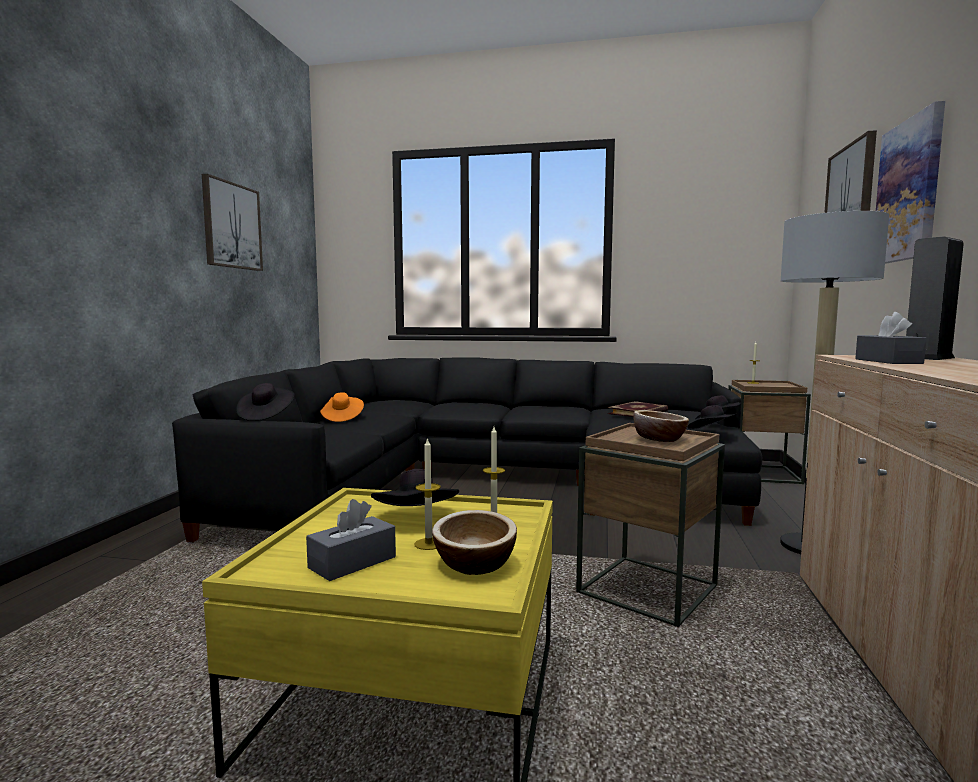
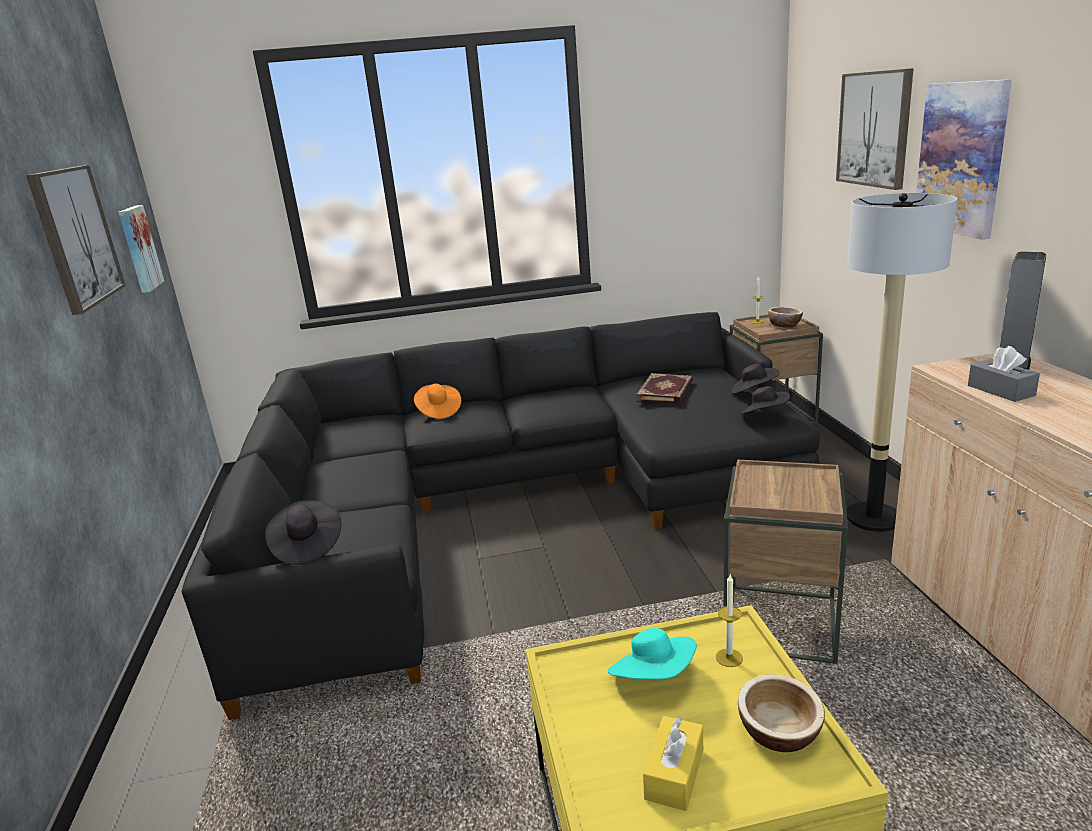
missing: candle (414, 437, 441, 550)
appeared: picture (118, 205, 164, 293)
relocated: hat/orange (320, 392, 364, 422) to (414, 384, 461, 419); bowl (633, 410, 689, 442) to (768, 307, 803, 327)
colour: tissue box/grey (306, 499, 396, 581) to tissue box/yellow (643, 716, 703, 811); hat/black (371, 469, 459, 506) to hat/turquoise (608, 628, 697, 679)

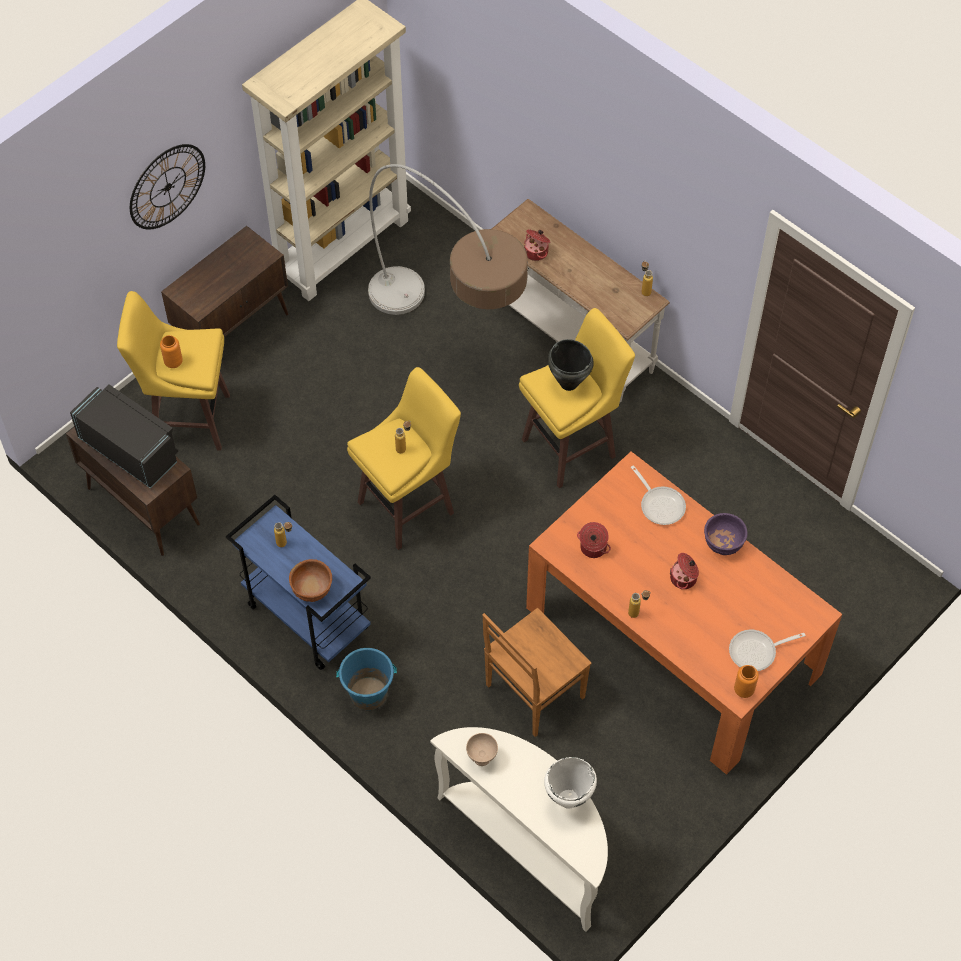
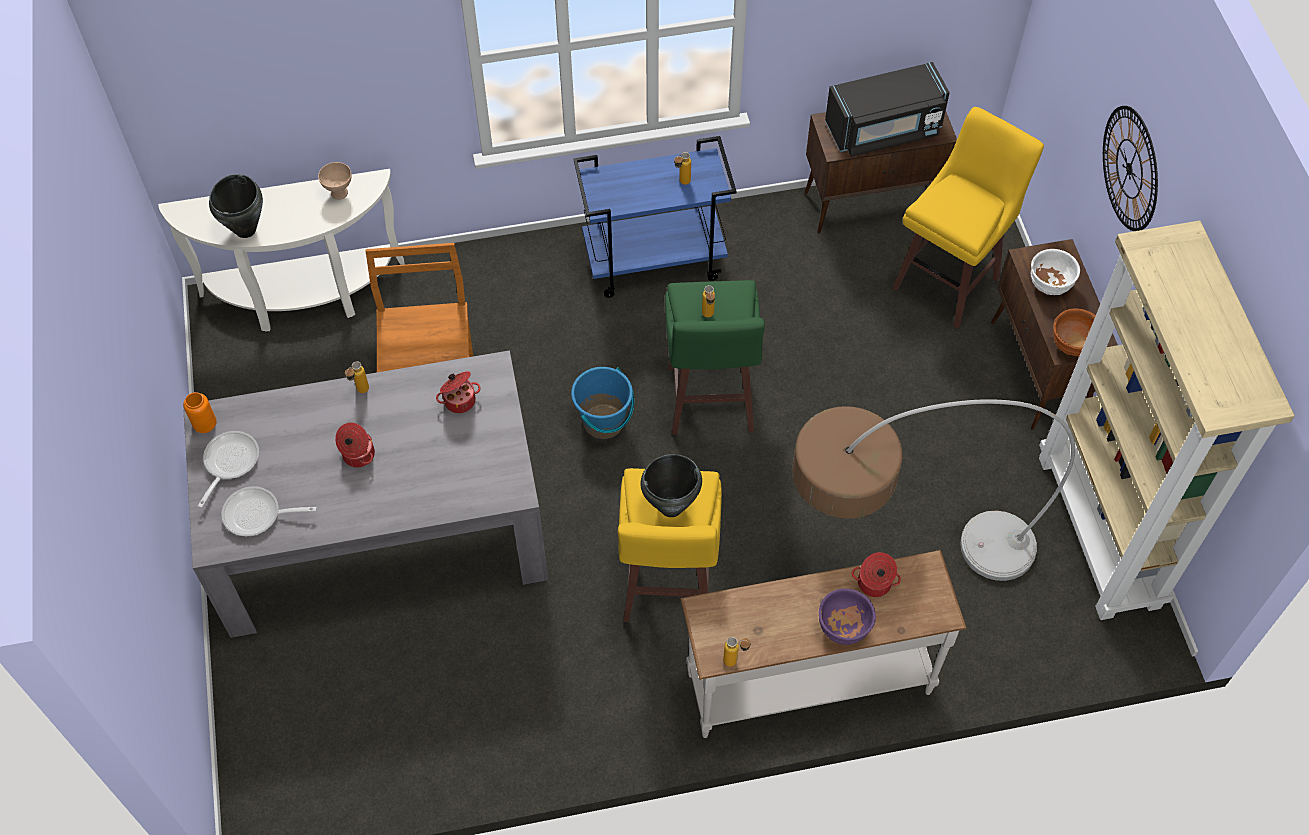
missing: vase/orange (160, 335, 183, 368)
appeared: bowl/white (1031, 249, 1080, 295)
relocated: bowl/brown (289, 559, 332, 602) to (1053, 308, 1096, 356); bucket/blue (336, 648, 397, 710) to (571, 367, 634, 439); frying pan (631, 465, 686, 525) to (221, 486, 317, 536); bowl/purple (704, 513, 747, 555) to (819, 588, 876, 645)
colour: stool/yellow (347, 367, 461, 550) to stool/green (665, 280, 765, 435); dining table/orange (526, 451, 842, 775) to dining table/grey (183, 350, 548, 638); cooking pot/white (544, 757, 597, 809) to cooking pot/black (209, 174, 263, 238)

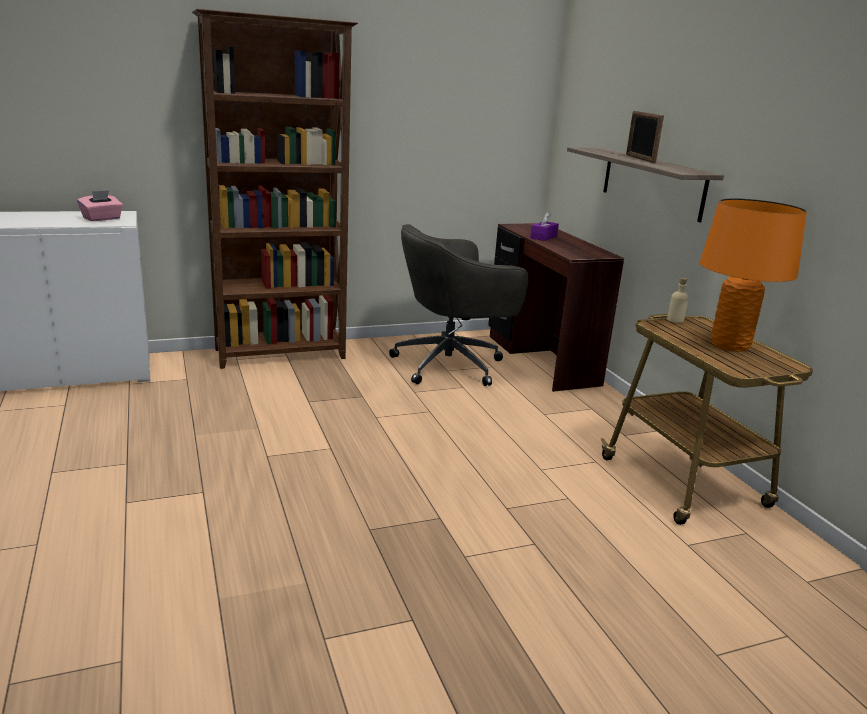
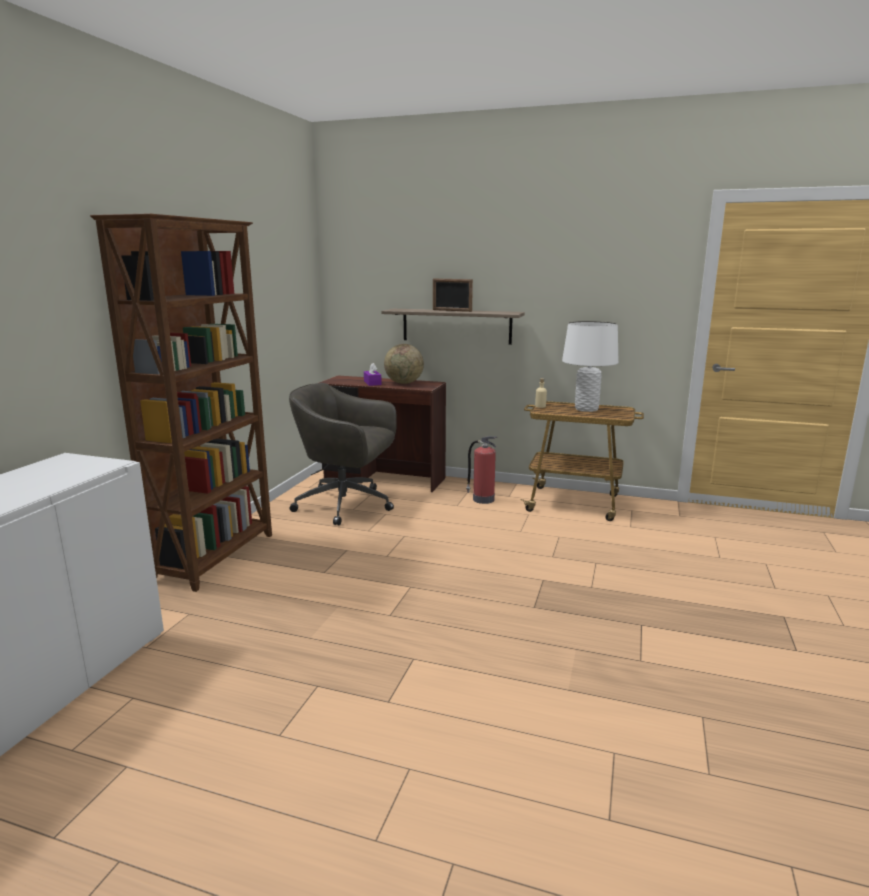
missing: tissue box/pink (77, 190, 123, 221)
appeared: globe (384, 344, 424, 384); fire extinguisher (466, 437, 498, 504)
colour: table lamp/orange (700, 198, 807, 352) to table lamp/white (562, 321, 619, 412)
spun: office chair/grey (389, 224, 528, 386) = (289, 383, 397, 525) 90 degrees clockwise

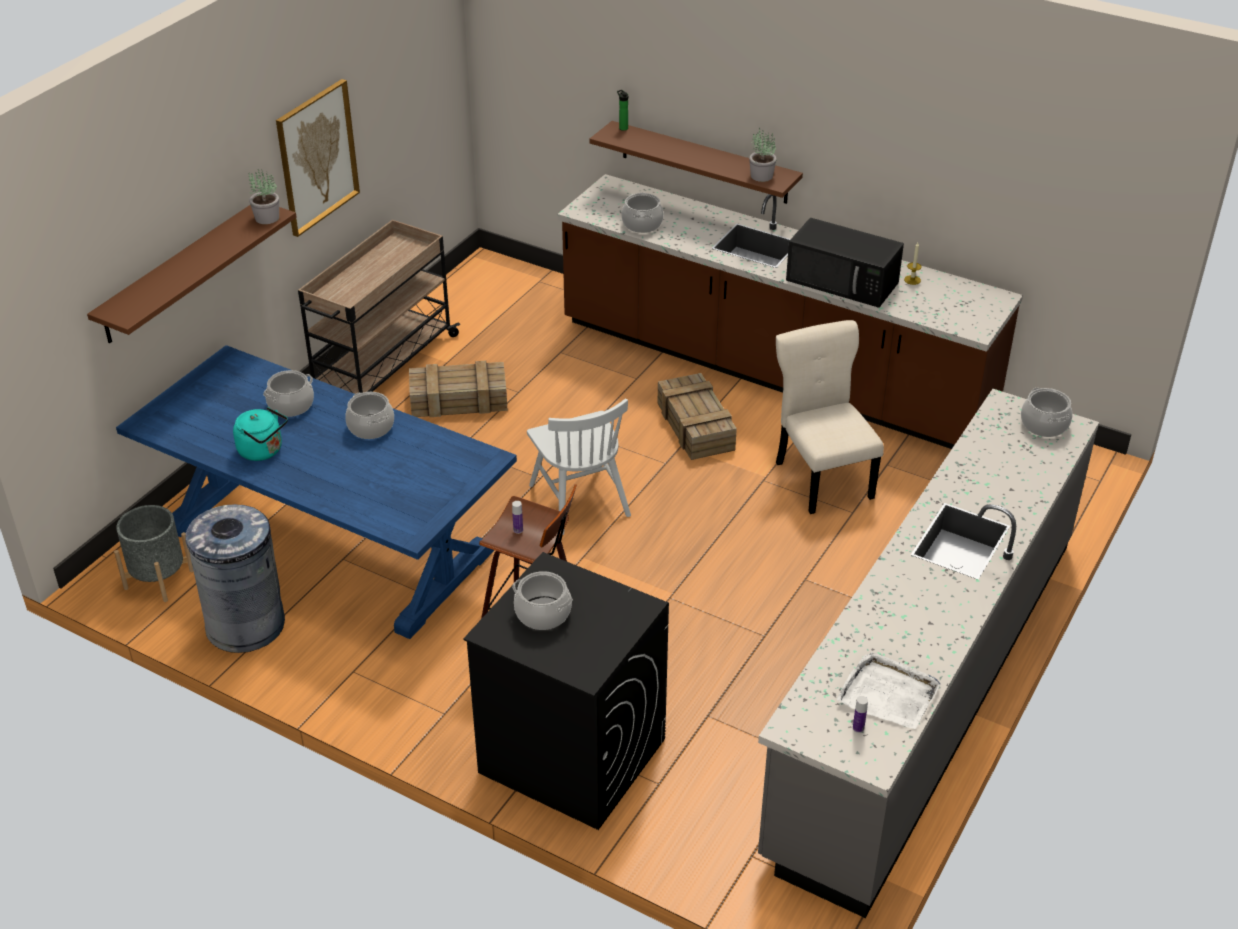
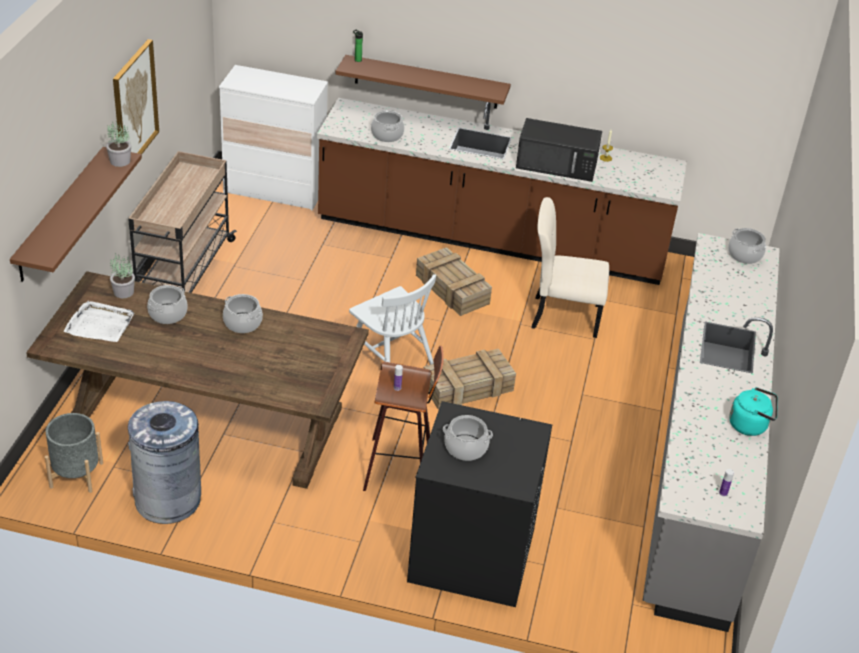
appeared: dresser/white (219, 65, 328, 211)
relocated: kettle/turquoise (233, 407, 288, 461) to (729, 387, 778, 436); crate (409, 361, 508, 417) to (424, 349, 516, 410); potted plant (749, 128, 777, 182) to (110, 253, 135, 298); tray/white (837, 652, 940, 729) to (64, 301, 134, 342)
colour: dining table/blue (116, 345, 517, 639) to dining table/brown (26, 271, 369, 489)
spun: chair/beige (776, 320, 884, 514) = (531, 197, 609, 338) 45 degrees counterclockwise

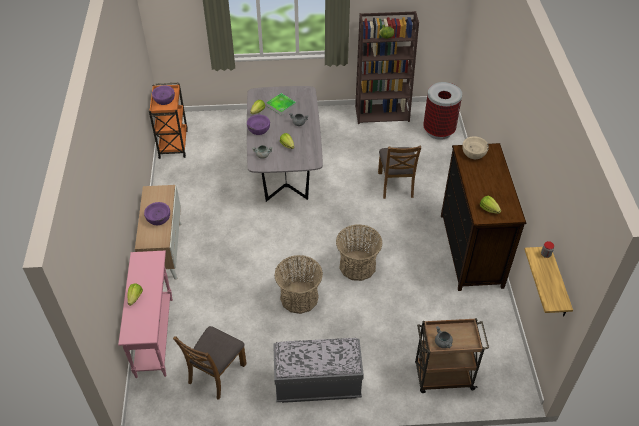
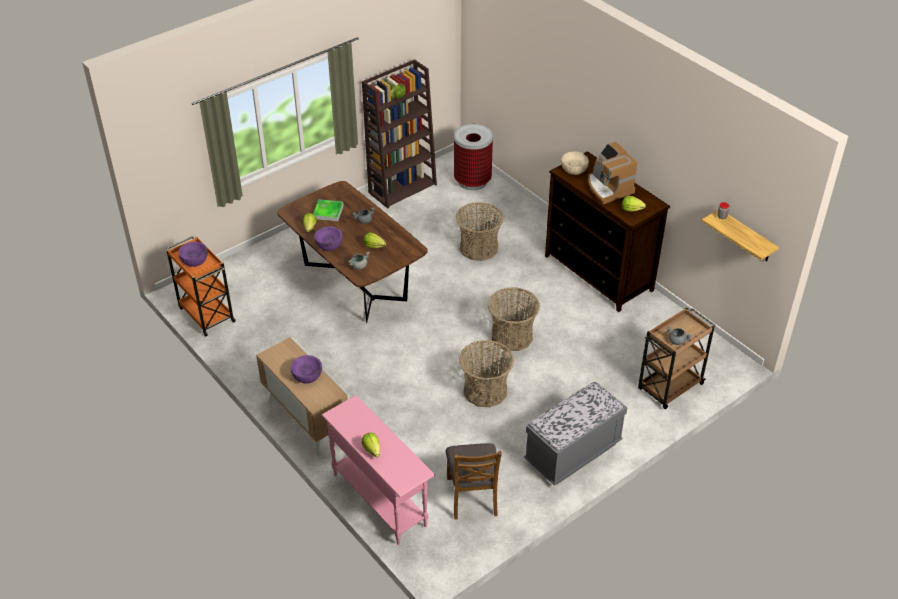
appeared: coffee machine (588, 142, 637, 204)
exchanged: chair/brown (378, 146, 421, 199) to basket (456, 202, 504, 261)
colour: dining table/grey (247, 86, 323, 202) to dining table/brown (277, 181, 428, 323)

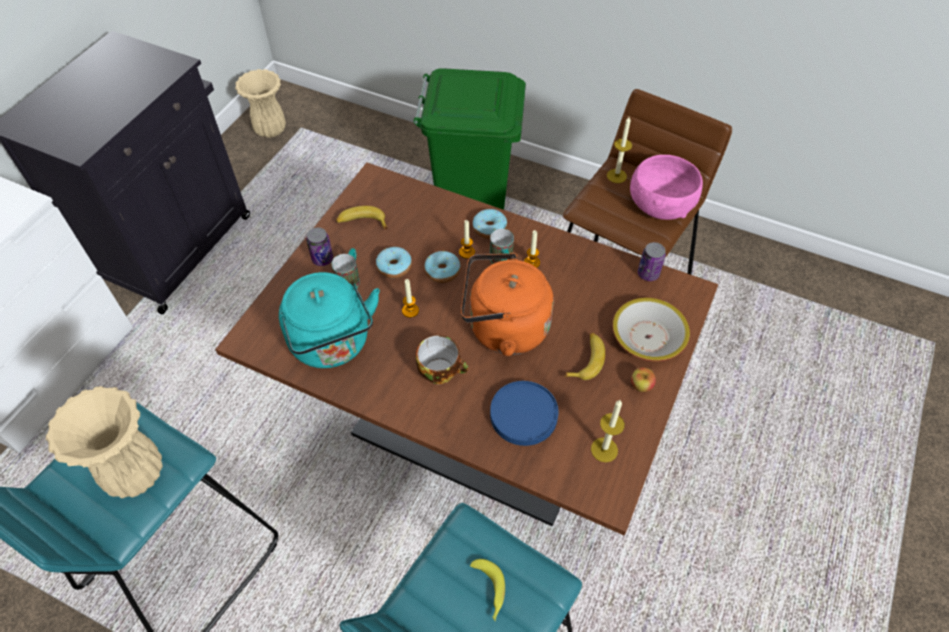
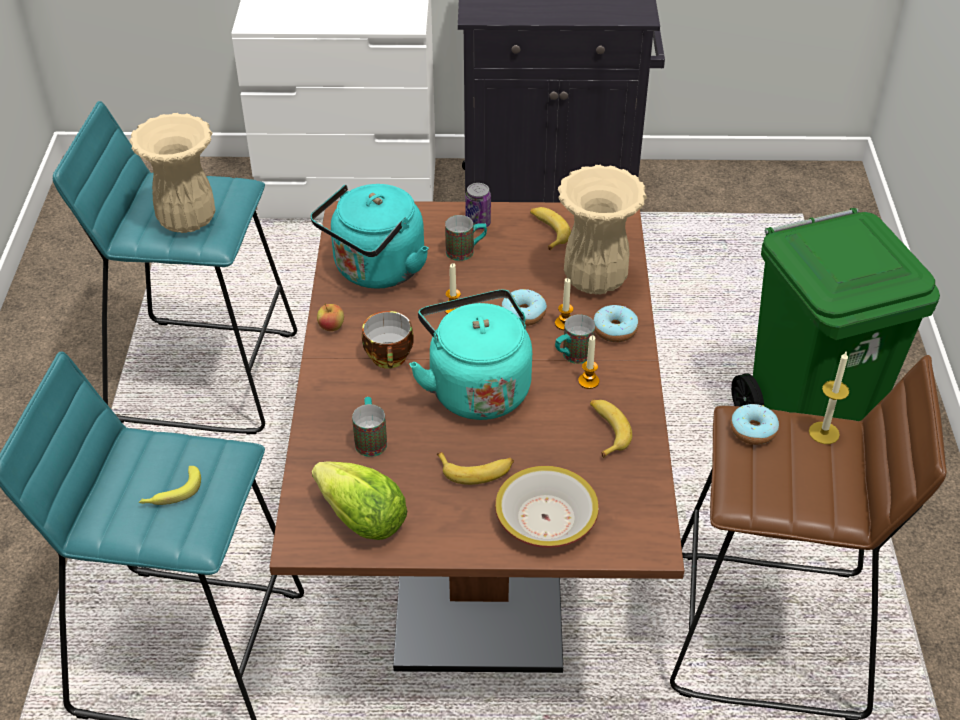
missing: bowl/pink (630, 155, 703, 220); can (638, 242, 666, 281)
appeared: banana (590, 400, 632, 458)
relocated: vase/beige (235, 69, 286, 138) to (558, 165, 647, 294); donut (376, 247, 412, 279) to (731, 404, 779, 445); apple (631, 367, 656, 392) to (317, 303, 344, 331)
exchanged: plate/blue (490, 381, 559, 446) to mug (352, 397, 387, 457); candle (591, 400, 625, 462) to lettuce (312, 461, 407, 540)
colour: kettle/orange (461, 253, 554, 356) to kettle/turquoise (409, 290, 532, 420)

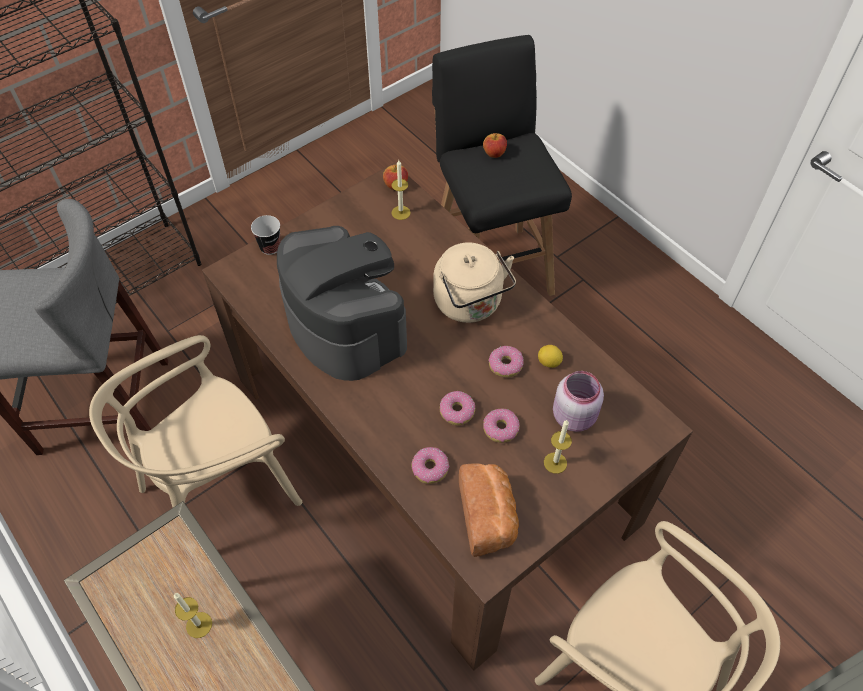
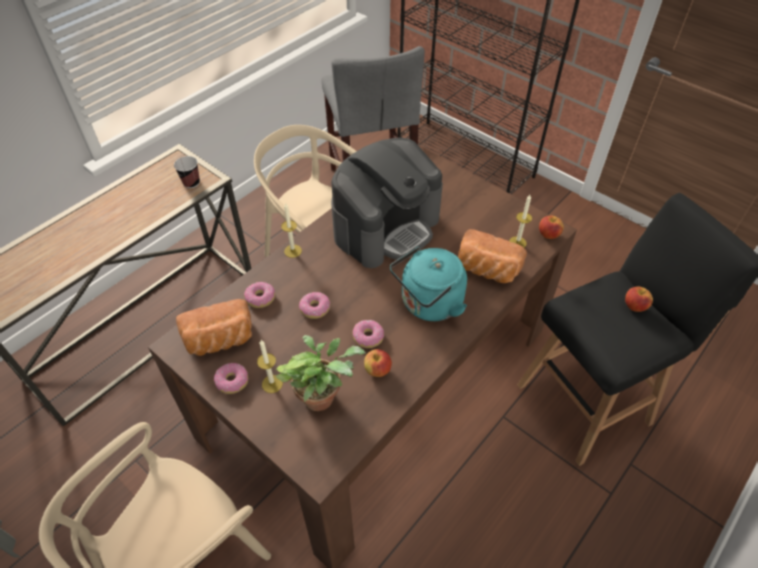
appeared: bread (458, 229, 527, 283)
relocated: candle (174, 593, 212, 638) to (281, 202, 302, 258); cup (251, 215, 281, 255) to (174, 156, 200, 188); donut (483, 409, 520, 443) to (214, 363, 248, 394)
exchanged: lemon (538, 345, 563, 368) to apple (364, 349, 392, 377); jar/pink (553, 371, 604, 432) to potted plant (275, 335, 366, 411)
colour: kettle/beige (433, 243, 516, 323) to kettle/turquoise (390, 247, 467, 321)

